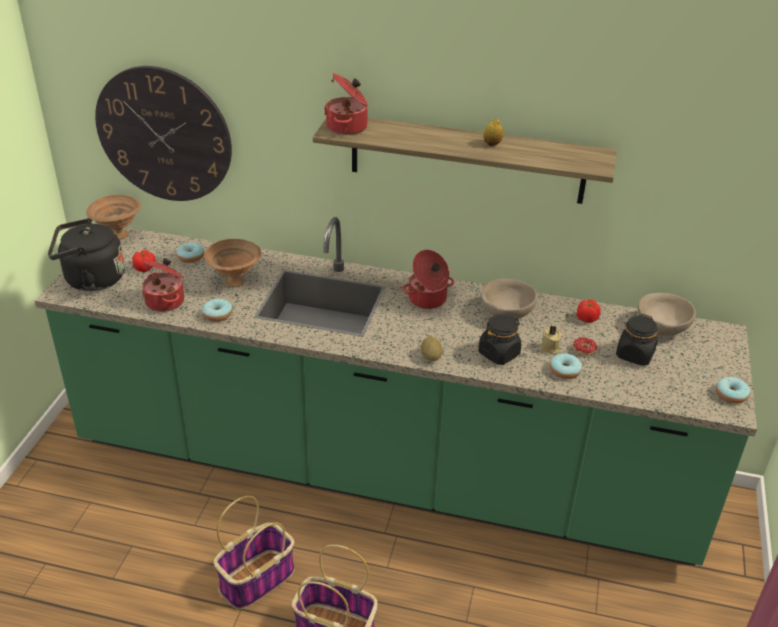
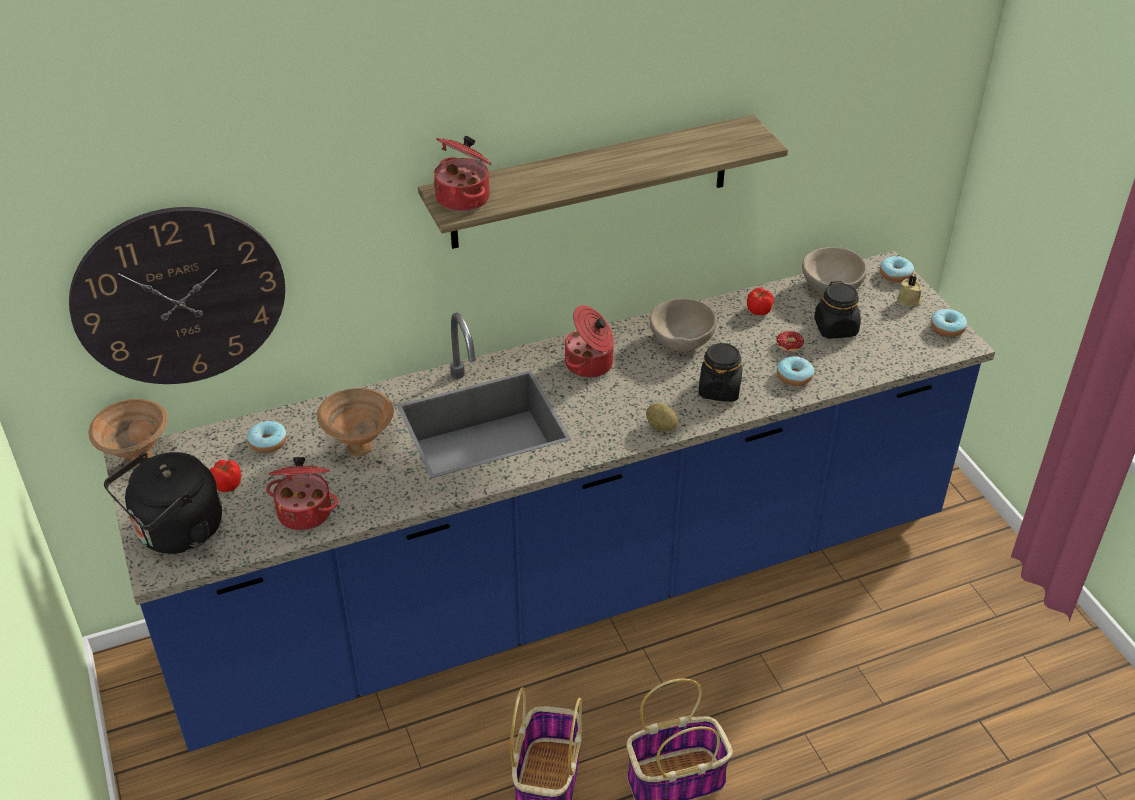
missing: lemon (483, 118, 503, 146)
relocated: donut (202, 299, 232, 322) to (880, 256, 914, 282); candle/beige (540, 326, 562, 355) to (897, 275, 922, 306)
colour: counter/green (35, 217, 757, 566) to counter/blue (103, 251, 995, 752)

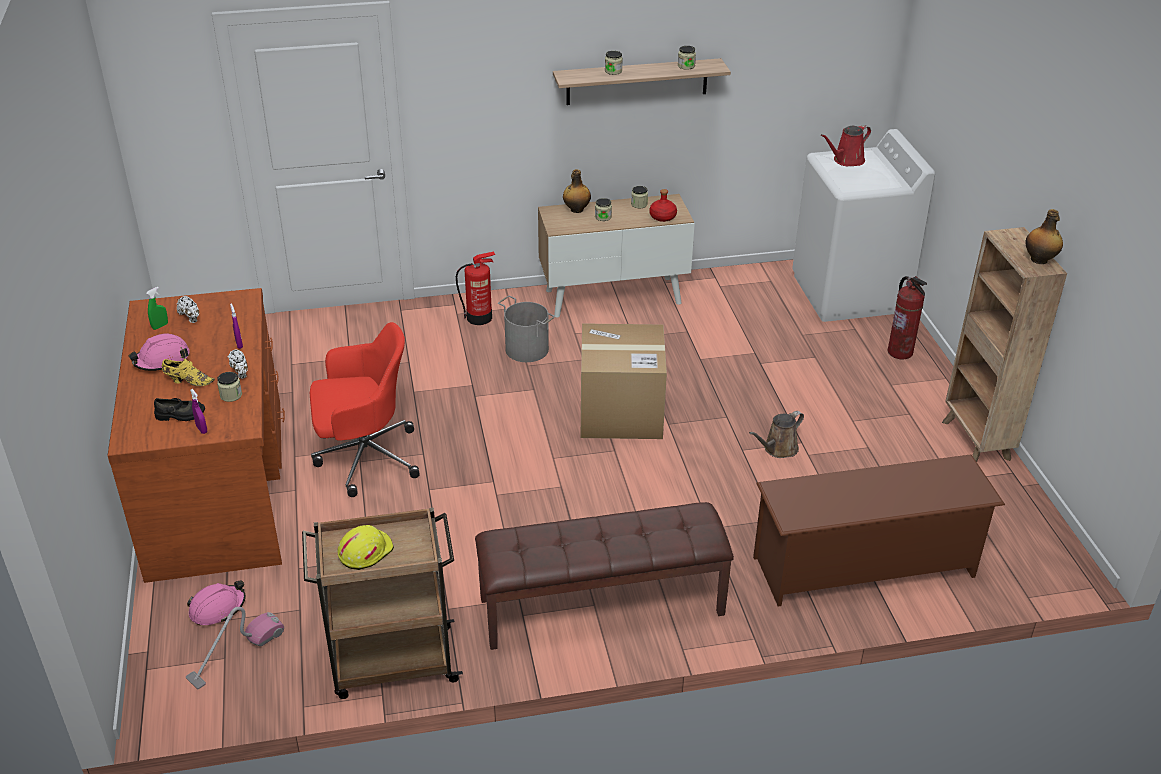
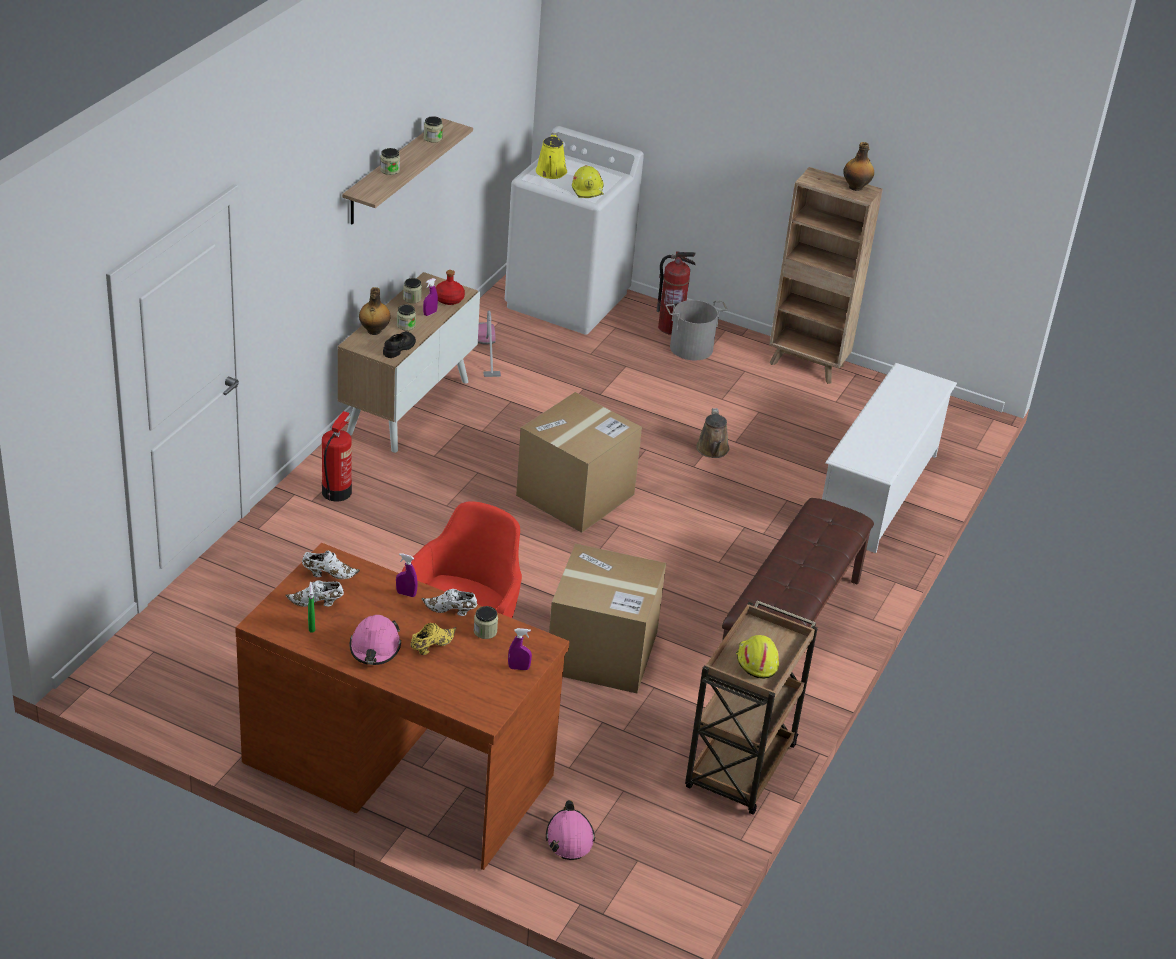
appeared: shoe/white (302, 551, 360, 579); spray bottle/purple (423, 278, 438, 316); cardboard box (549, 544, 666, 693); hard hat/yellow (572, 165, 604, 198)
relocated: shoe/black (154, 398, 205, 421) to (383, 331, 416, 358); vacuum cleaner (186, 607, 284, 689) to (478, 311, 501, 377); bucket/grey (498, 296, 555, 362) to (666, 300, 728, 360)
colour: shoe rack/brown (753, 454, 1005, 607) to shoe rack/white (822, 363, 957, 553); watering can/red (821, 125, 871, 166) to watering can/yellow (536, 133, 567, 179)

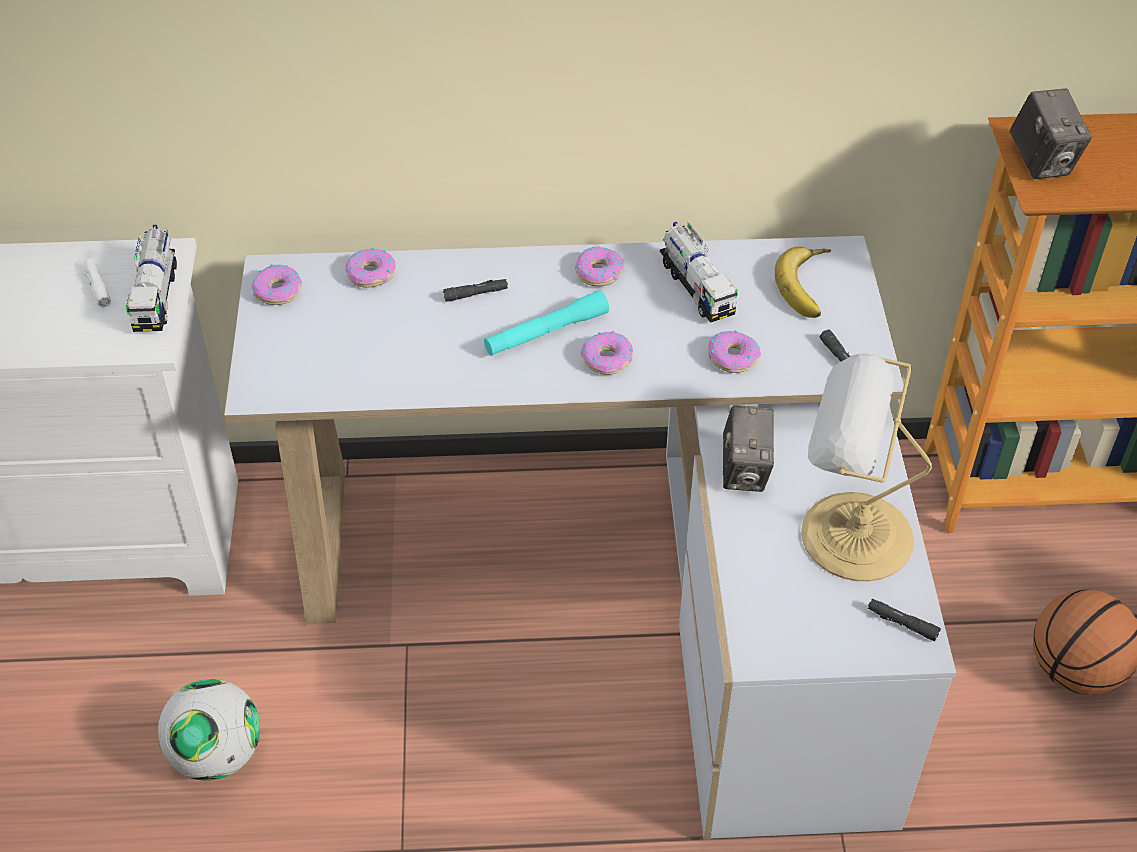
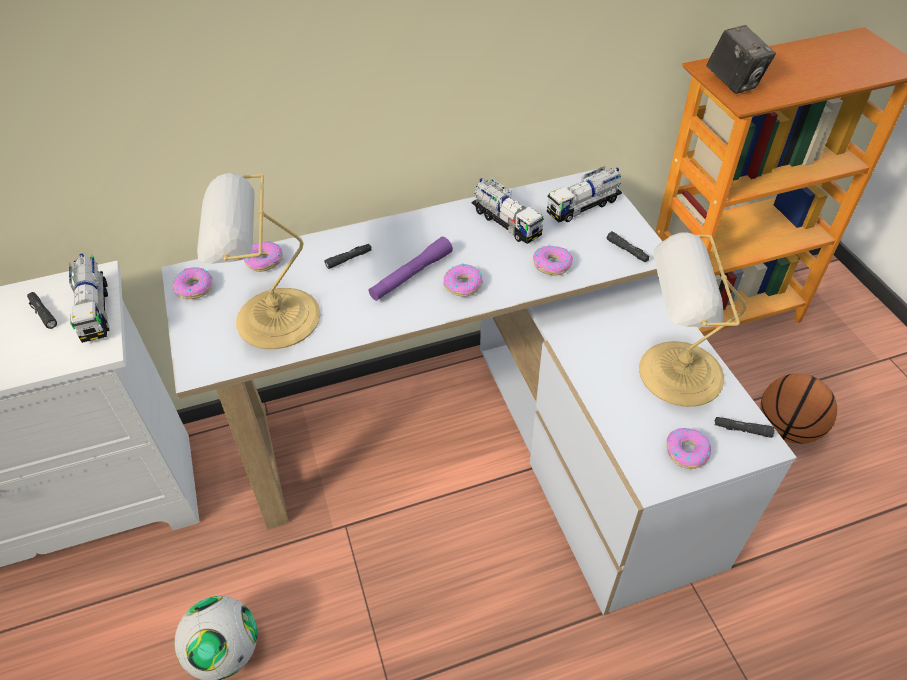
missing: photo camera (723, 405, 774, 492)
appeared: table lamp (197, 173, 321, 349)
relocated: donut (575, 247, 624, 286) to (667, 428, 711, 469)
exchanged: banana (775, 246, 831, 318) to toy truck (547, 166, 622, 222)
colour: flashlight/white (84, 258, 111, 307) to flashlight/black (27, 292, 57, 329); flashlight/turquoise (484, 290, 609, 356) to flashlight/purple (369, 237, 453, 301)

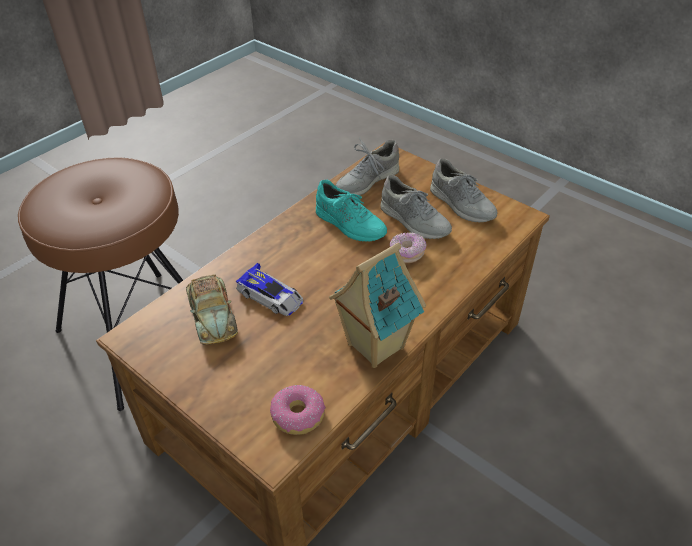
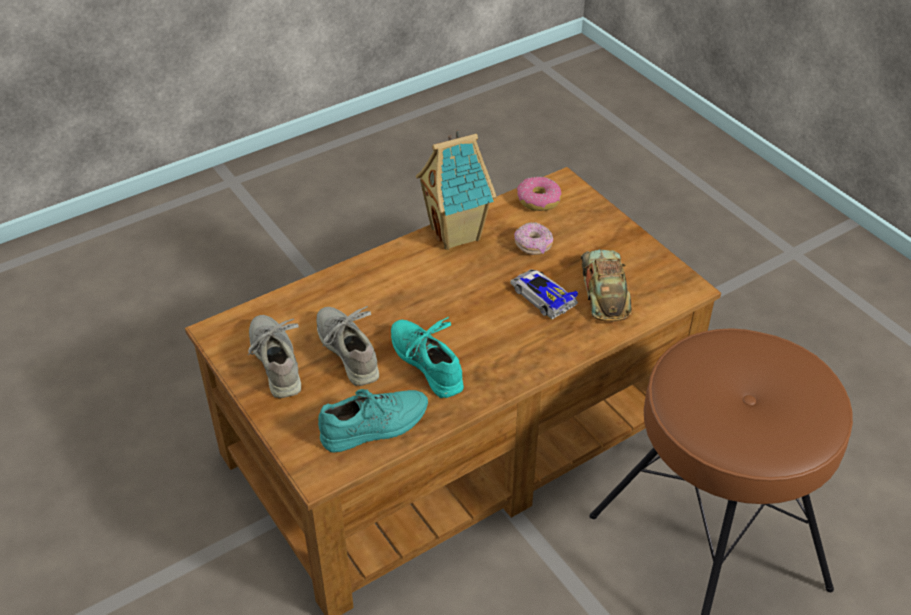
relocated: donut (390, 232, 426, 263) to (514, 222, 553, 255)
colour: shoe/grey (336, 138, 399, 195) to shoe/turquoise (318, 389, 428, 453)

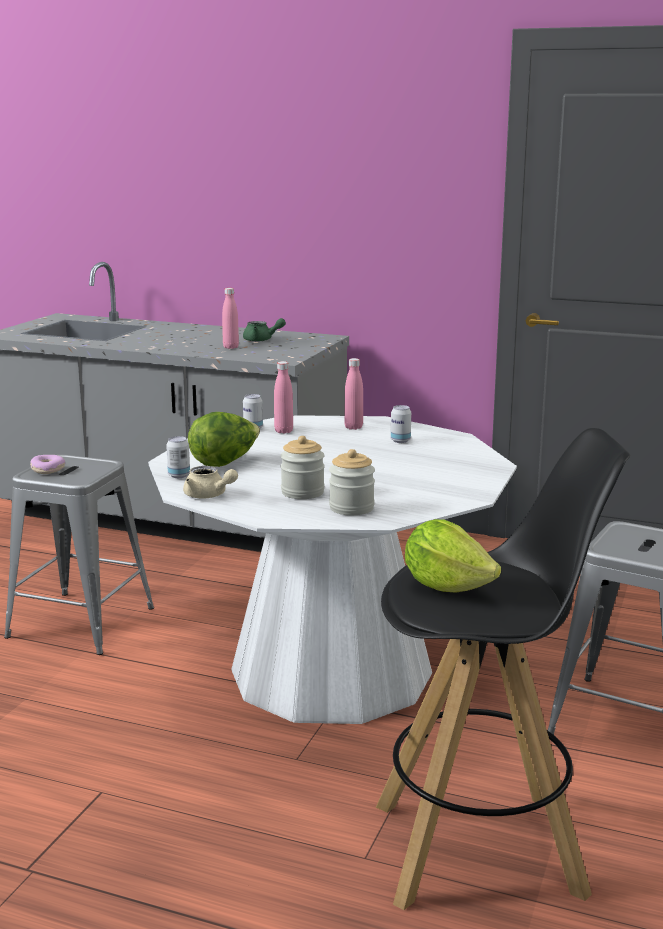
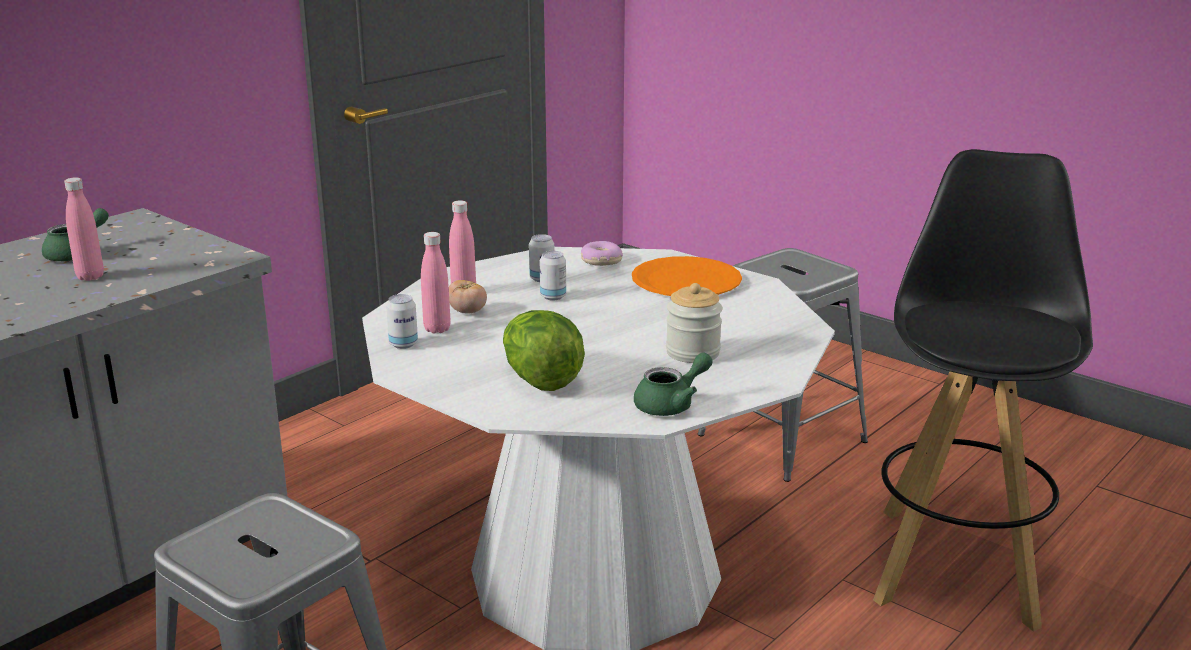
missing: jar (329, 449, 375, 515); lettuce (405, 519, 501, 593)
appeared: tomato (449, 280, 487, 314); plate/orange (632, 256, 742, 296)
relocated: donut (30, 455, 66, 474) to (581, 241, 623, 266); can (166, 436, 190, 478) to (540, 251, 566, 300)
colour: teapot/beige (183, 466, 238, 499) to teapot/green (634, 352, 713, 416)

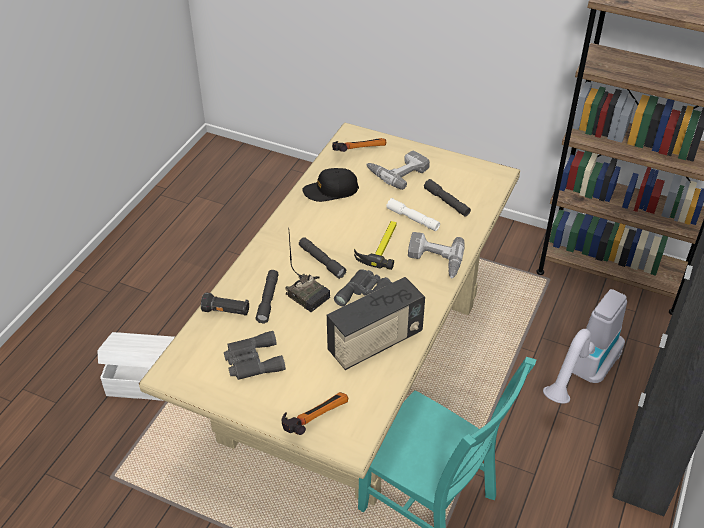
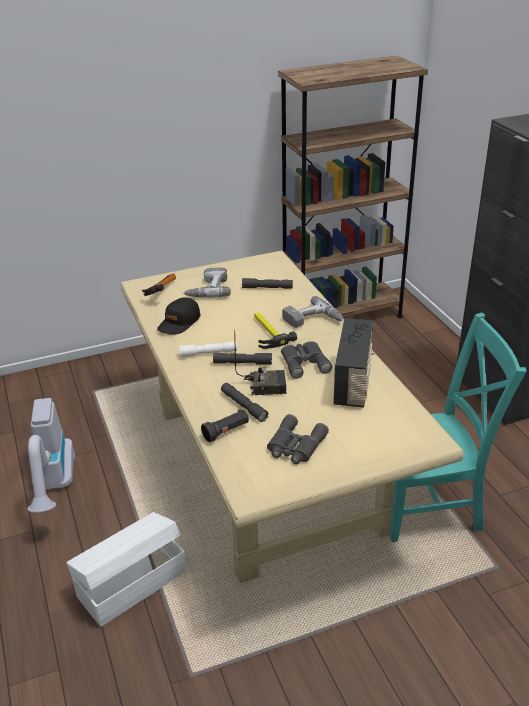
missing: hammer (281, 392, 348, 435)
relocated: flashlight/white (386, 198, 440, 231) to (179, 341, 237, 357); vacuum cleaner (543, 289, 627, 404) to (28, 398, 75, 513)

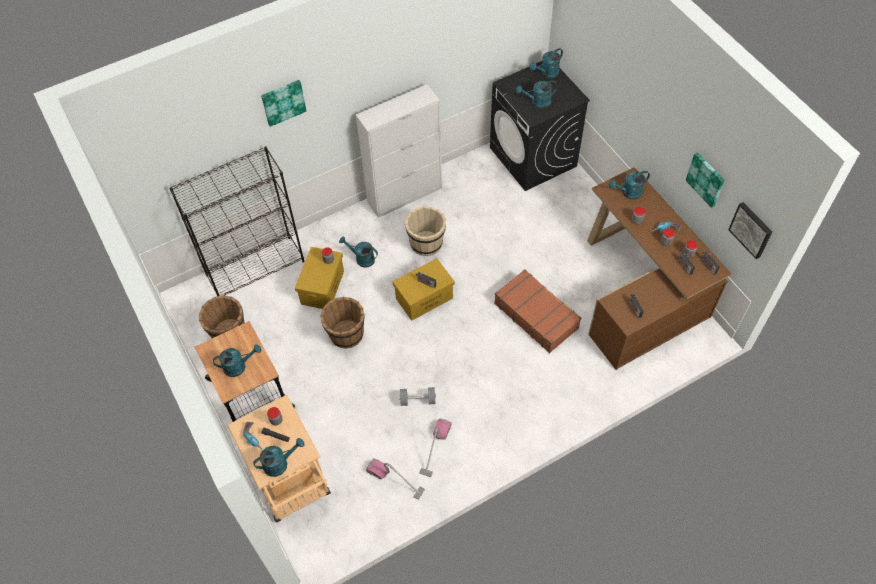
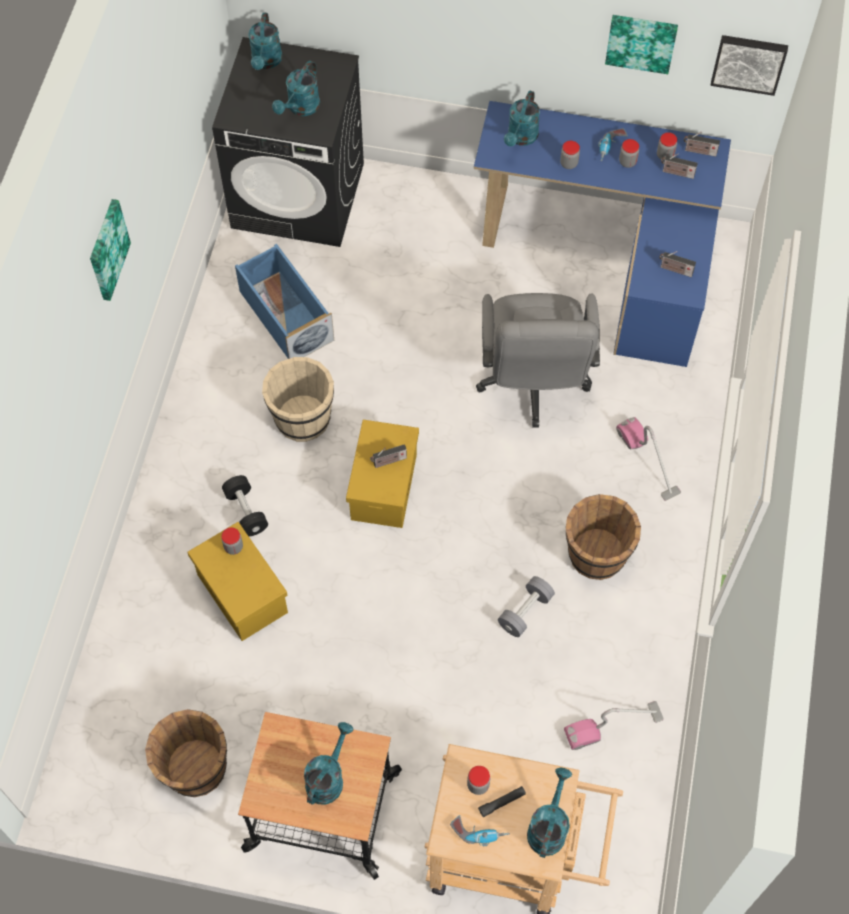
missing: bookcase/black (169, 146, 304, 296); cabinet/white (356, 84, 442, 218)
appeared: storage box/blue (235, 244, 334, 359)
relocated: picture (261, 80, 307, 127) to (90, 199, 131, 301); bucket/brown (320, 297, 364, 349) to (565, 494, 641, 580); vacuum cleaner (419, 418, 452, 477) to (616, 417, 681, 501)
exchanged: watering can/turquoise (339, 237, 378, 268) to dumbbell/black (222, 475, 268, 536); suitcase/brown (494, 269, 581, 353) to office chair/grey (476, 293, 600, 428)
colour: desk/brown (587, 167, 732, 370) to desk/blue (474, 101, 731, 367)

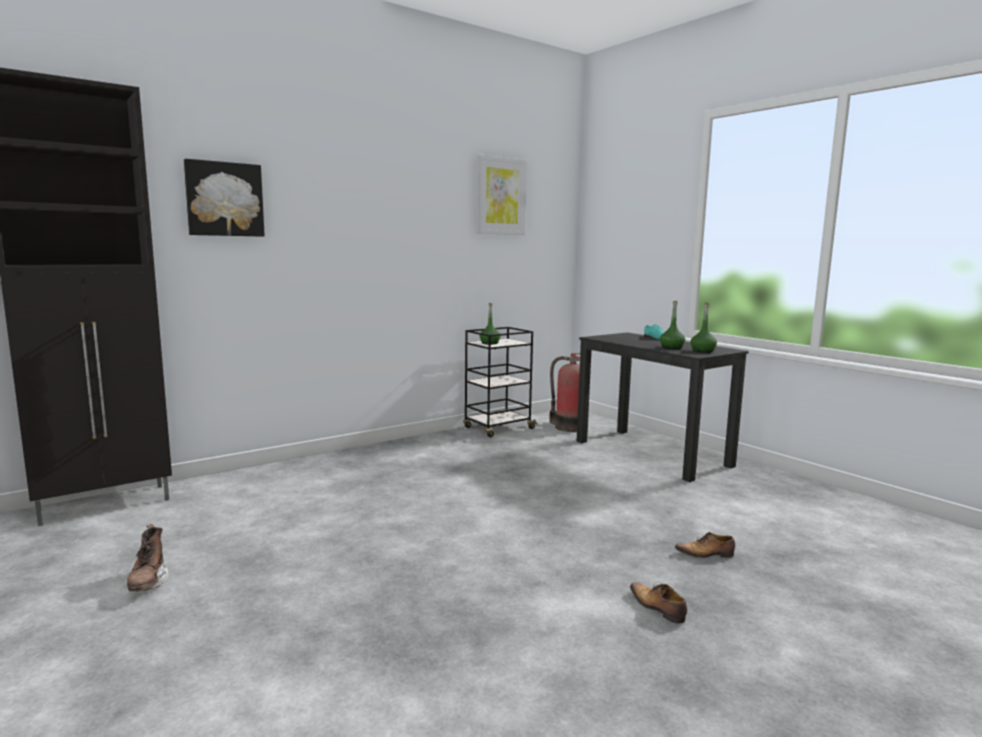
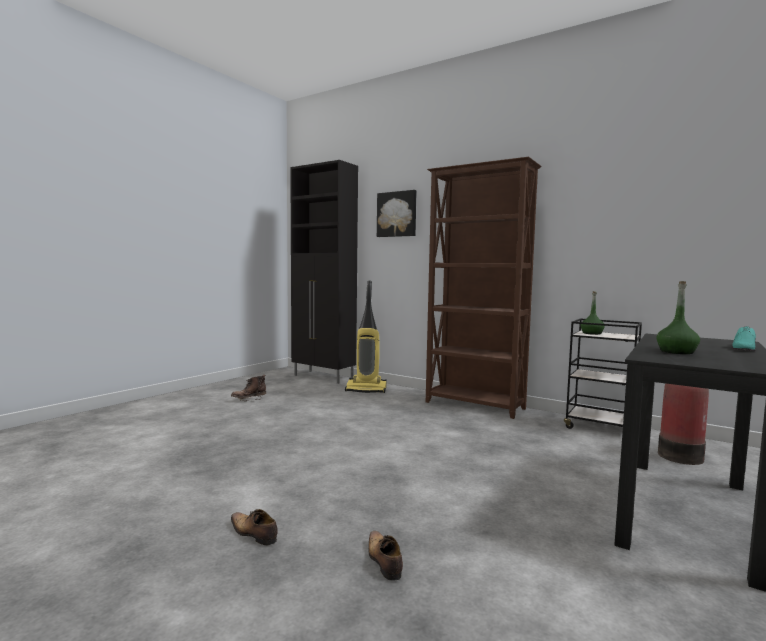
missing: picture (476, 155, 527, 235); bottle/green (690, 303, 717, 353)
appeared: vacuum cleaner (345, 281, 387, 393); bookcase/brown (426, 157, 542, 419)
spun: shoe (630, 582, 687, 624) = (231, 509, 278, 545) 90 degrees counterclockwise

